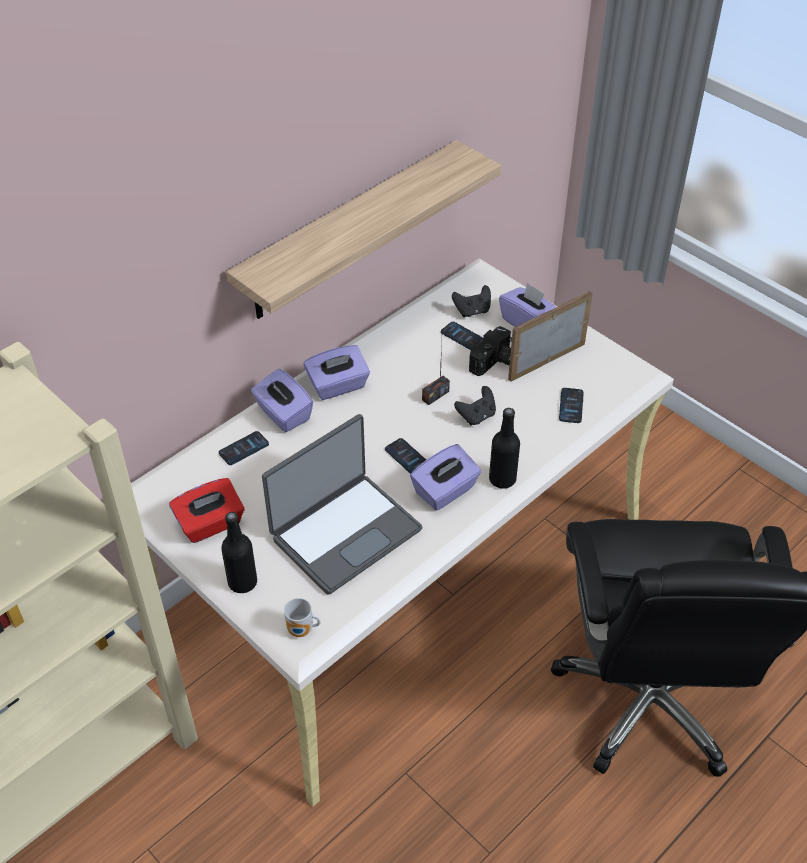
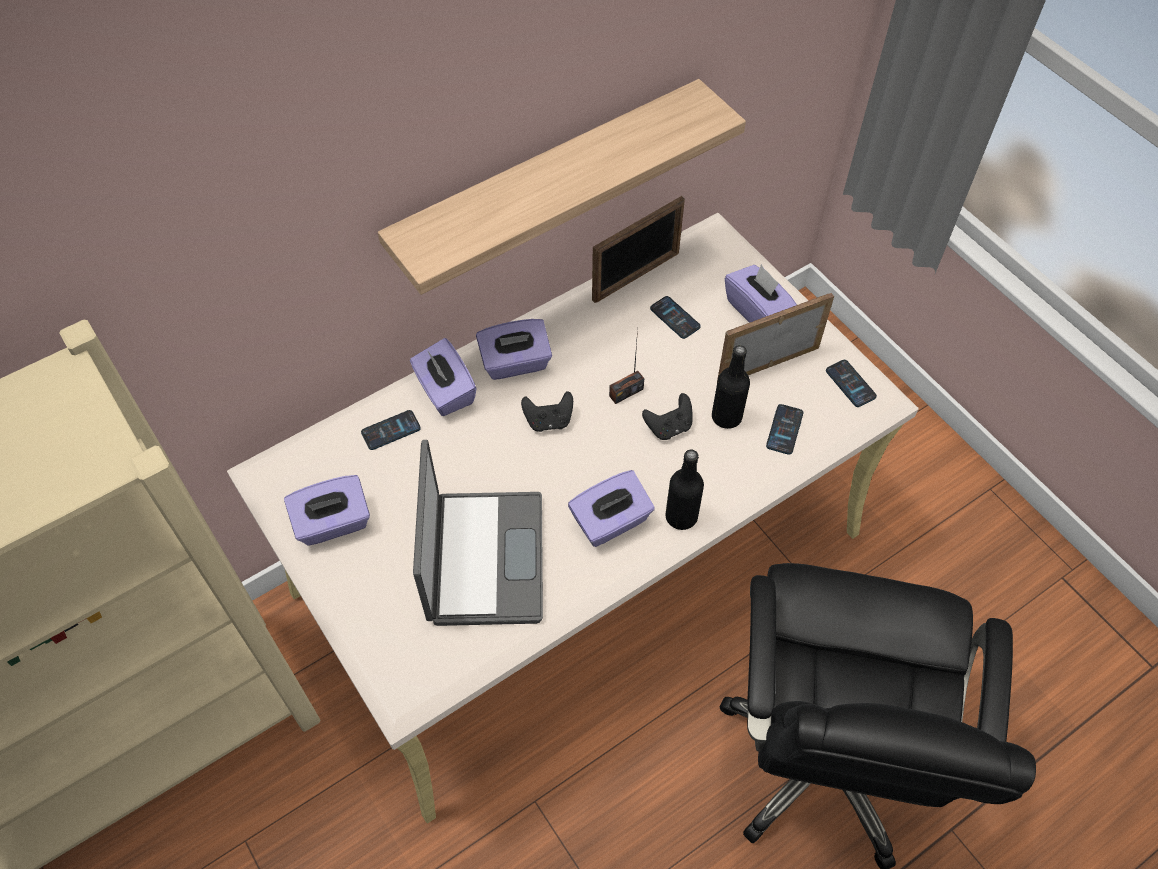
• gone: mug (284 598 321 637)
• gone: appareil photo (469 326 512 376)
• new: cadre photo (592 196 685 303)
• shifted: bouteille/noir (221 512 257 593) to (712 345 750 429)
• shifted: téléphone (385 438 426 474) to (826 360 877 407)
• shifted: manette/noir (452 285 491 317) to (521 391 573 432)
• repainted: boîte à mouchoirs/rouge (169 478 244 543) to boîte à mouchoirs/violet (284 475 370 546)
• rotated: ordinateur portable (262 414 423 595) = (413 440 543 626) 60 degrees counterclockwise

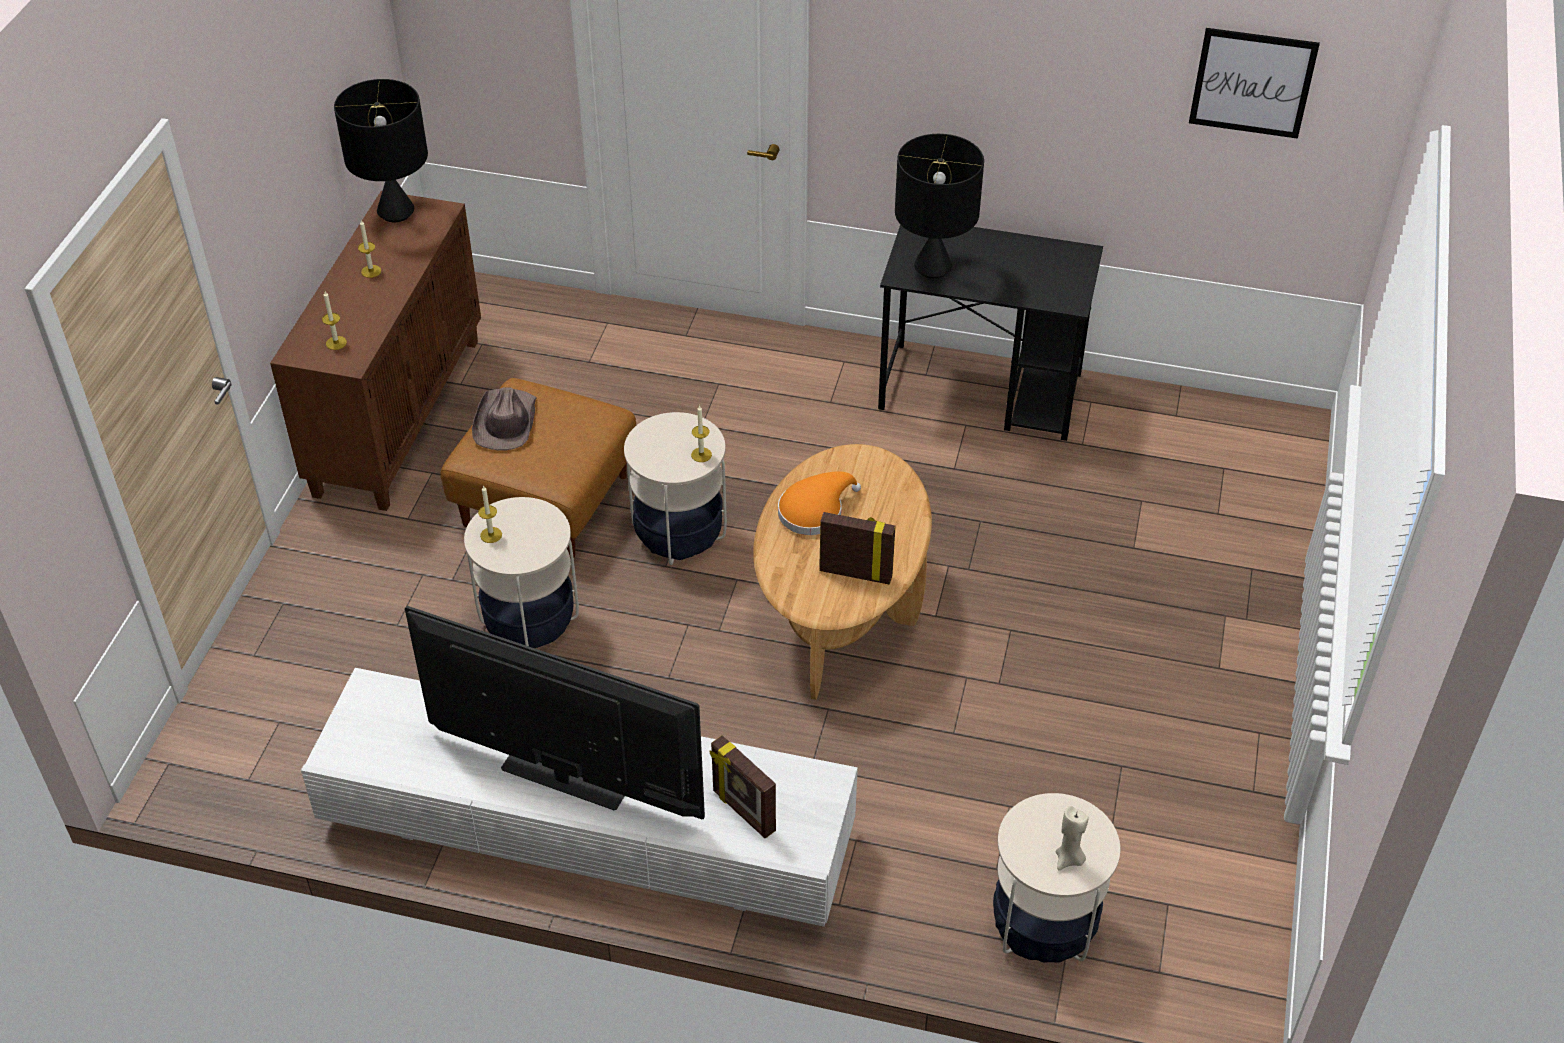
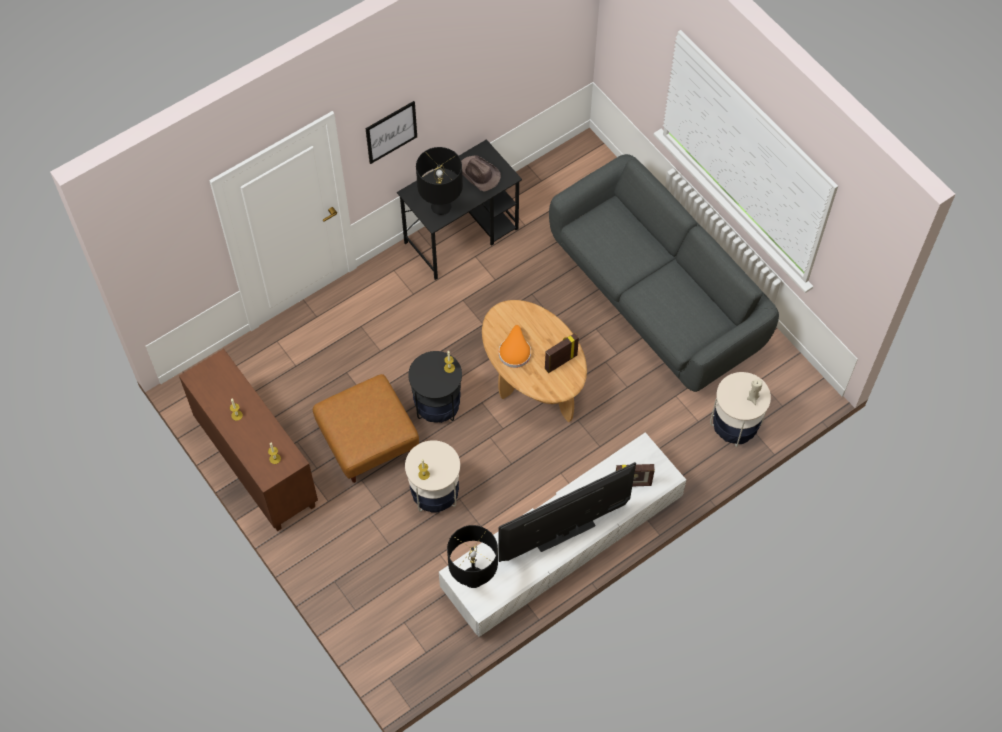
• new: canapé/gris (549 154 779 392)
• shifted: lampe de table/noir (334 79 428 222) to (447 525 498 588)
• shifted: chapeau/marron (472 387 537 451) to (461 156 501 192)
• shifted: tableau (1189 28 1320 139) to (365 101 417 164)
• repainted: table d'appoint/beige (624 412 727 565) to table d'appoint/noir (408 351 462 423)

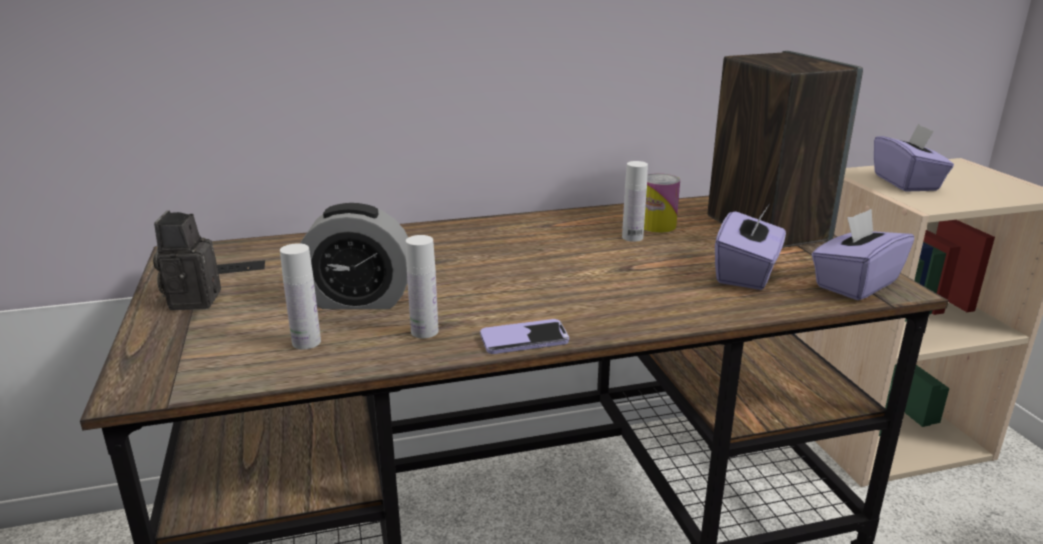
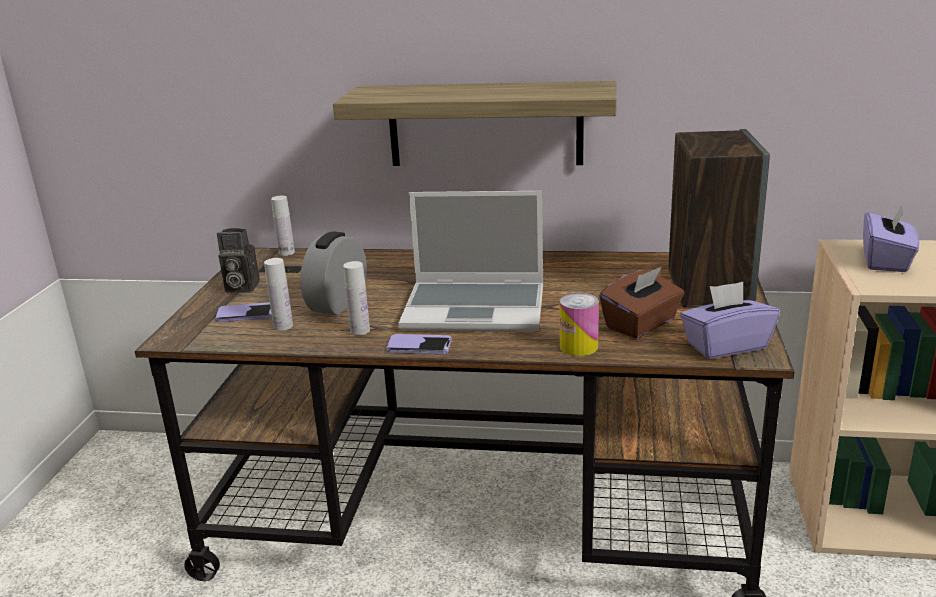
• new: téléphone (215 302 272 322)
• new: étagère (333 81 617 166)
• new: ordinateur portable (398 191 543 332)
• shifted: bouteille/blanc (622 161 648 242) to (271 196 295 256)
• shifted: boîte métallique (644 173 680 233) to (560 293 599 356)
• repainted: boîte à mouchoirs/violet (715 204 786 290) to boîte à mouchoirs/marron (599 267 684 339)
• rotated: appareil photo (153 210 221 310) = (217 228 260 292) 105 degrees counterclockwise
• rotated: réveil (300 203 408 309) = (300 231 367 315) 90 degrees clockwise

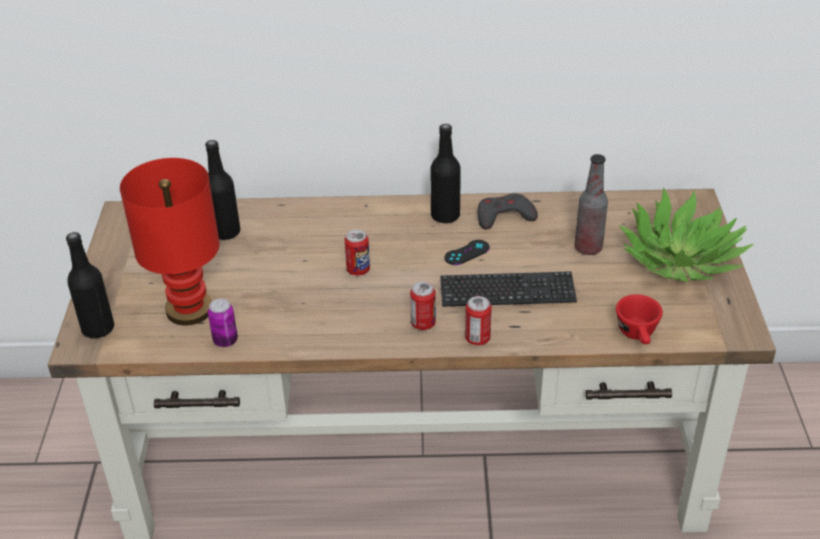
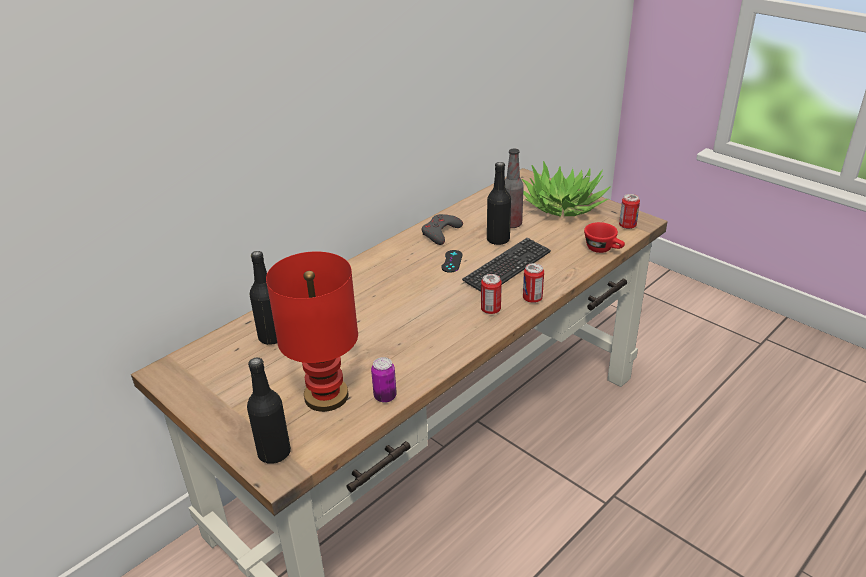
• shifted: boîte métallique (345 230 370 276) to (619 194 640 229)
• shifted: bouteille/noir (431 124 461 223) to (487 162 511 245)

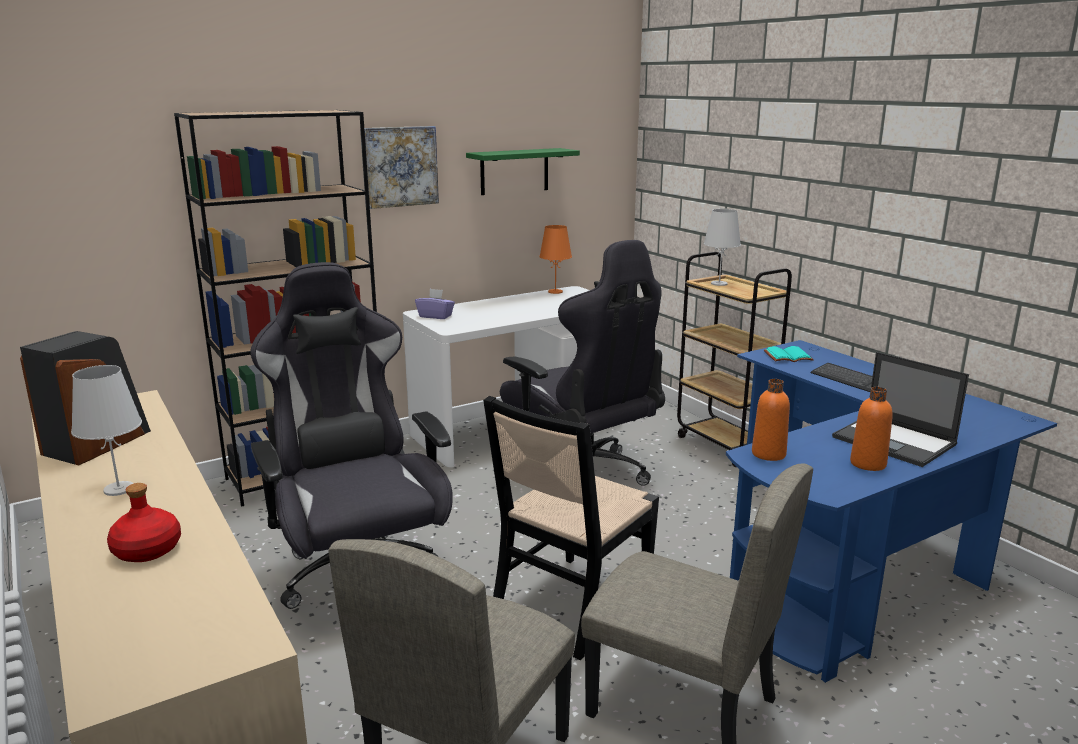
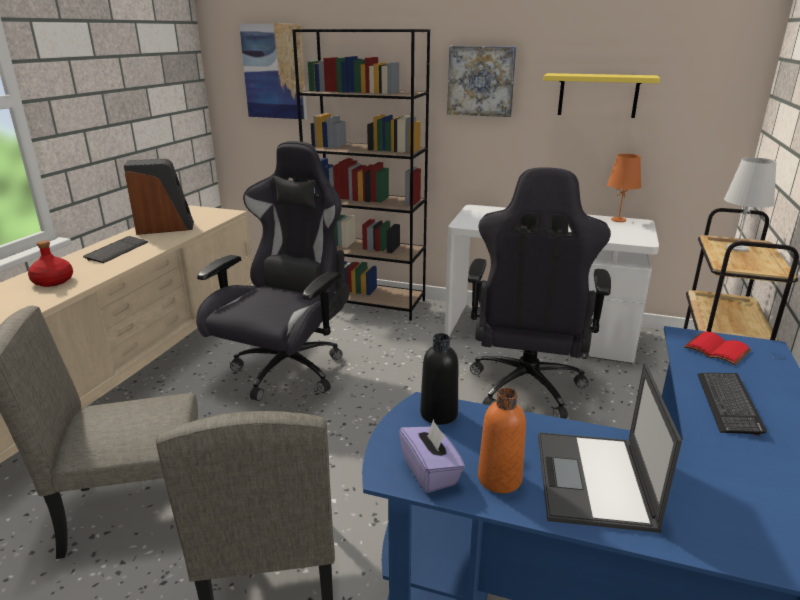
• gone: chaise (483 396 659 660)
• new: tableau (239 24 307 119)
• shifted: boîte à mouchoirs/violet (415 289 455 319) to (399 419 465 493)
• swapped: lampe de table/blanc (71 365 142 496) to clavier (83 236 148 263)
• repainted: étagère/vert (466 148 580 195) to étagère/jaune (543 73 660 118)
• repainted: bouteille/orange (752 379 790 461) to bouteille/noir (420 333 458 425)
• repainted: livre/turquoise (764 346 814 362) to livre/rouge (684 331 751 365)

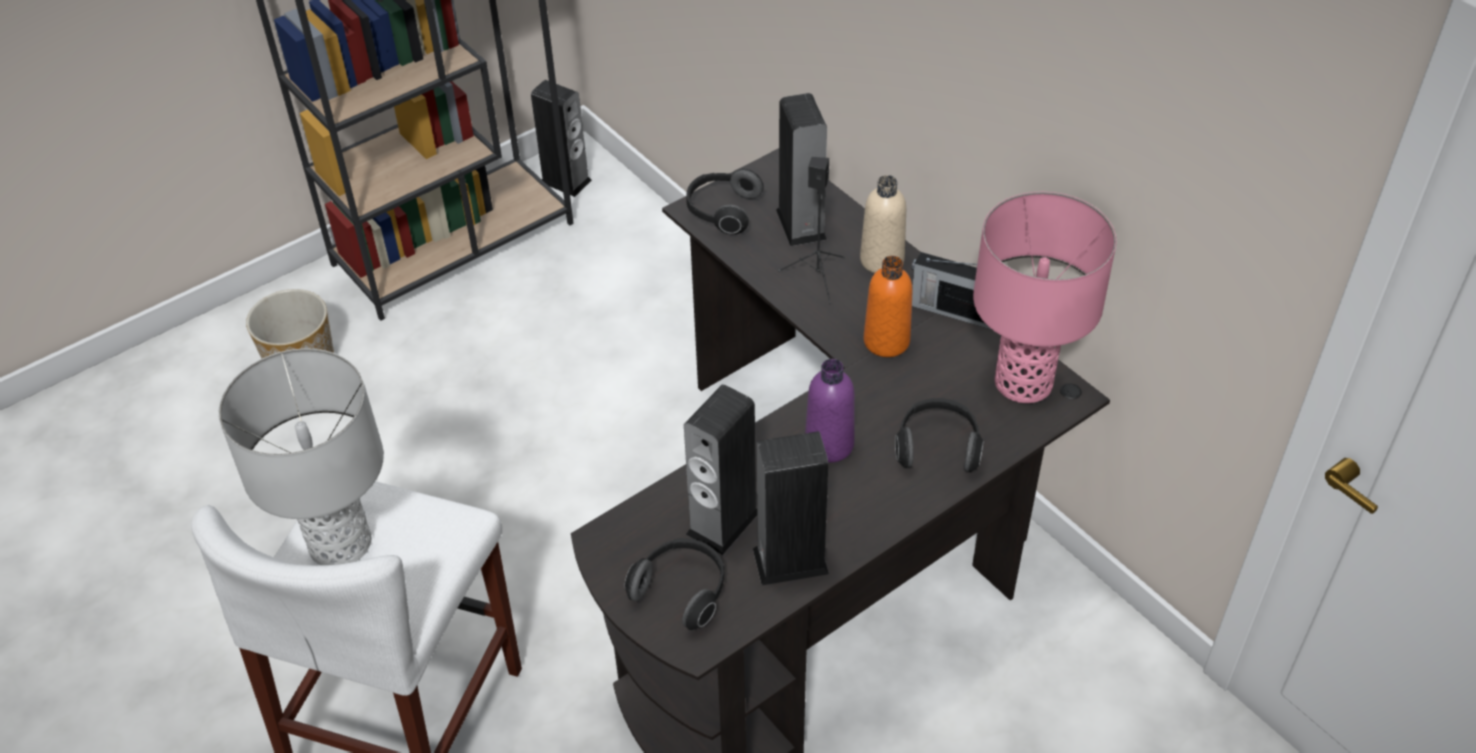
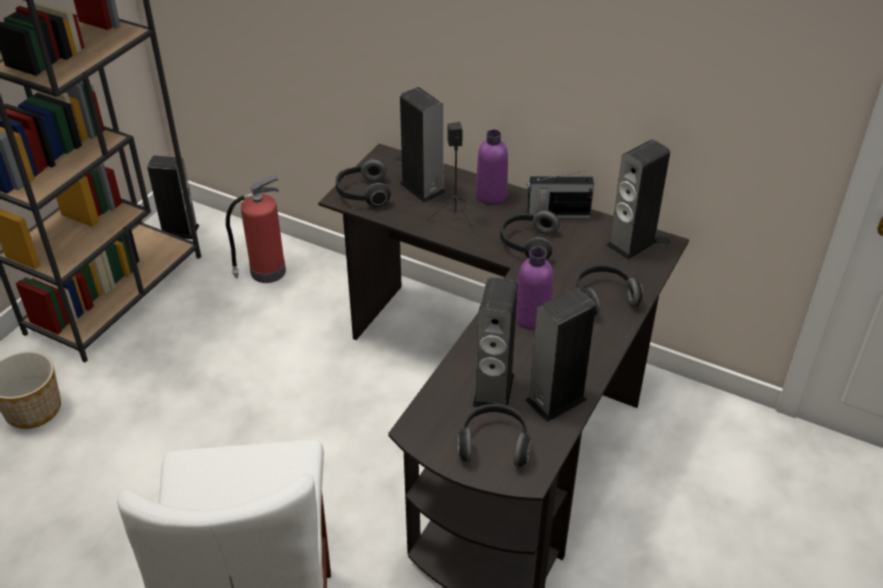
• gone: lampe de table/blanc (219 348 384 565)
• new: extincteur (226 175 286 283)
• swapped: bouteille/orange (864 256 913 357) to casque audio (500 210 560 259)
• swapped: lampe de table/rose (973 192 1116 403) to enceinte (606 139 670 260)
• repainted: bouteille/beige (860 175 906 273) to bouteille/violet (475 130 508 205)

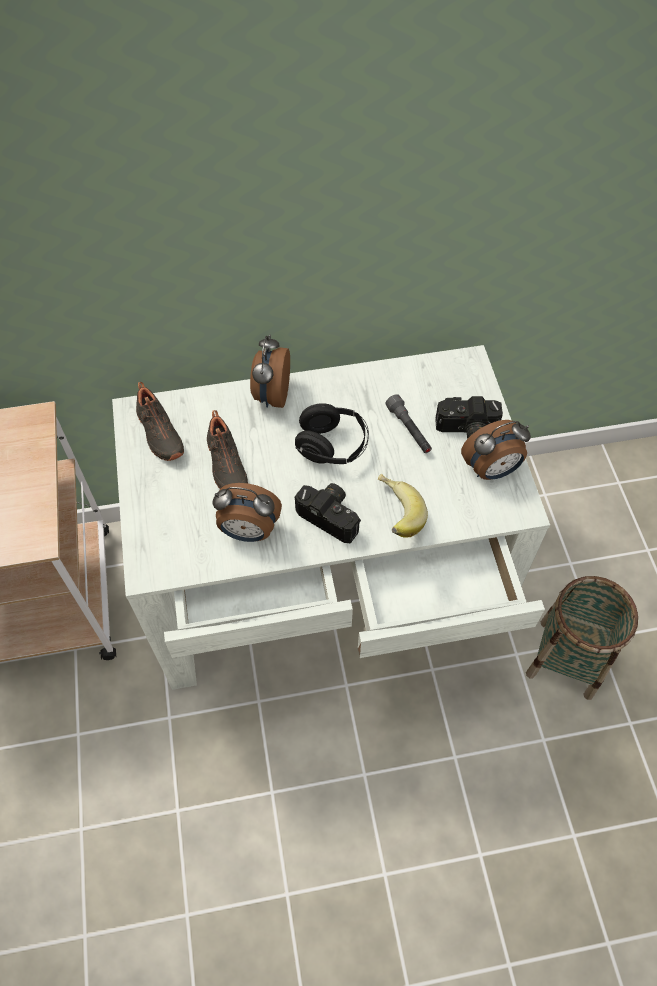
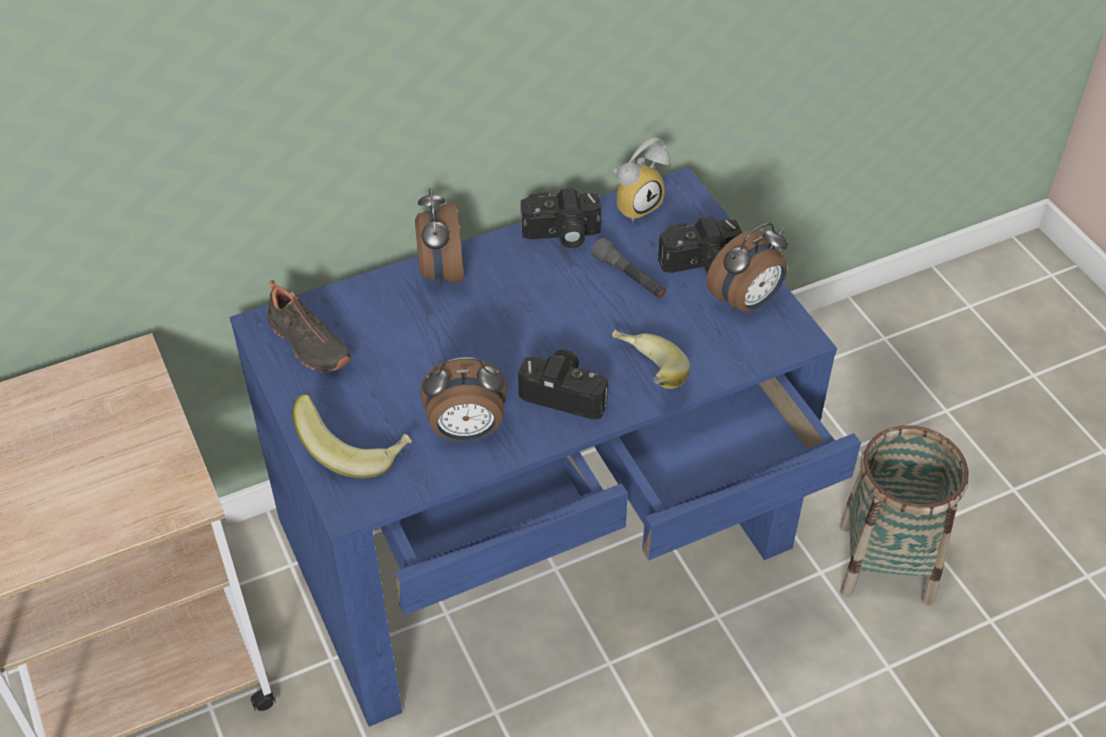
• gone: chaussure/noir (207 410 248 488)
• gone: casque audio/noir (295 403 369 464)
• new: banane (292 394 412 478)
• new: appareil photo (520 188 601 248)
• new: réveil (613 137 670 221)
• repainted: bureau/blanc (112 345 550 690) to bureau/bleu (230 167 861 727)

